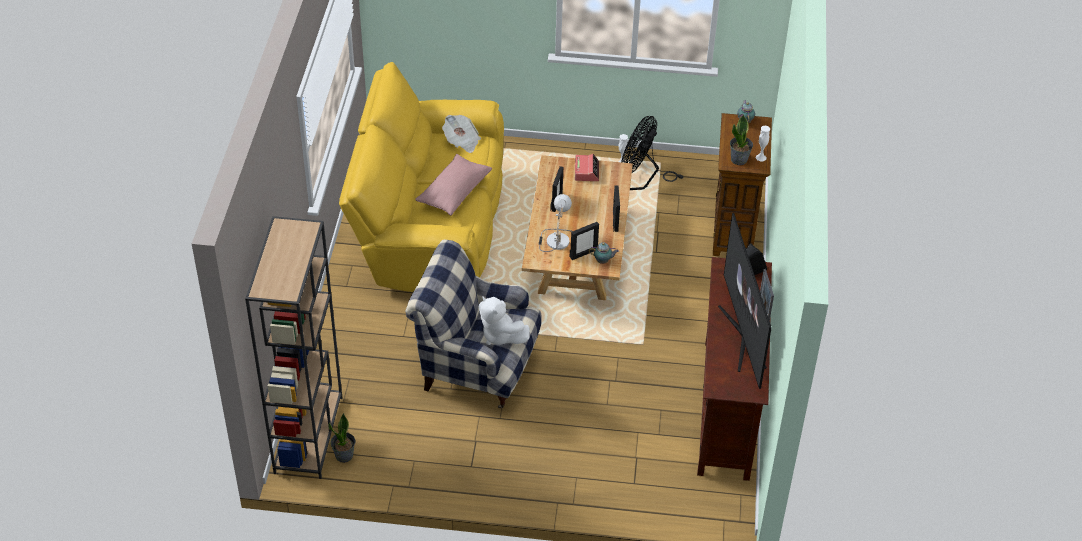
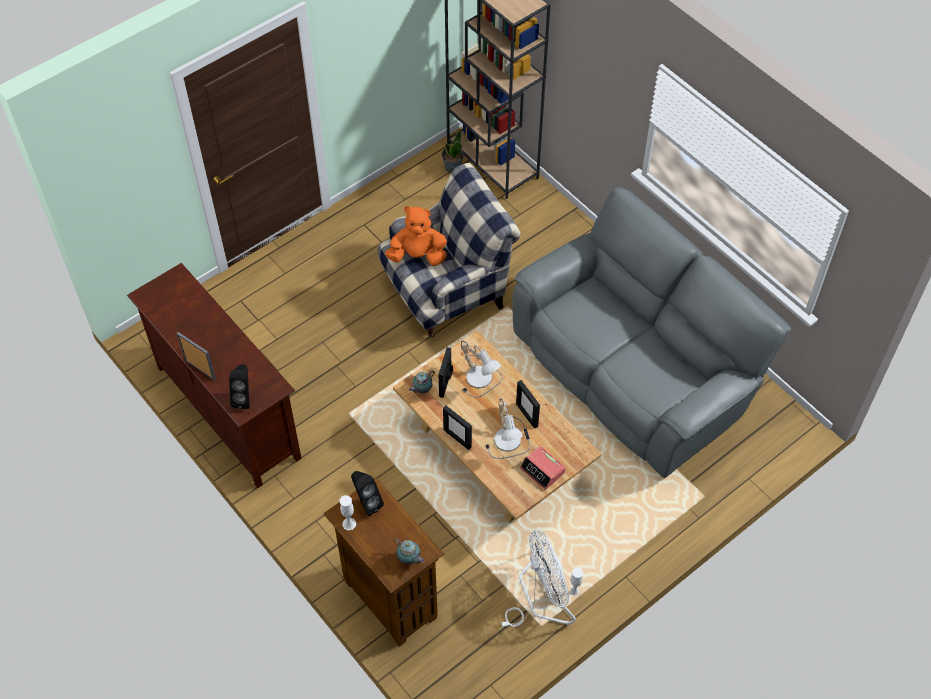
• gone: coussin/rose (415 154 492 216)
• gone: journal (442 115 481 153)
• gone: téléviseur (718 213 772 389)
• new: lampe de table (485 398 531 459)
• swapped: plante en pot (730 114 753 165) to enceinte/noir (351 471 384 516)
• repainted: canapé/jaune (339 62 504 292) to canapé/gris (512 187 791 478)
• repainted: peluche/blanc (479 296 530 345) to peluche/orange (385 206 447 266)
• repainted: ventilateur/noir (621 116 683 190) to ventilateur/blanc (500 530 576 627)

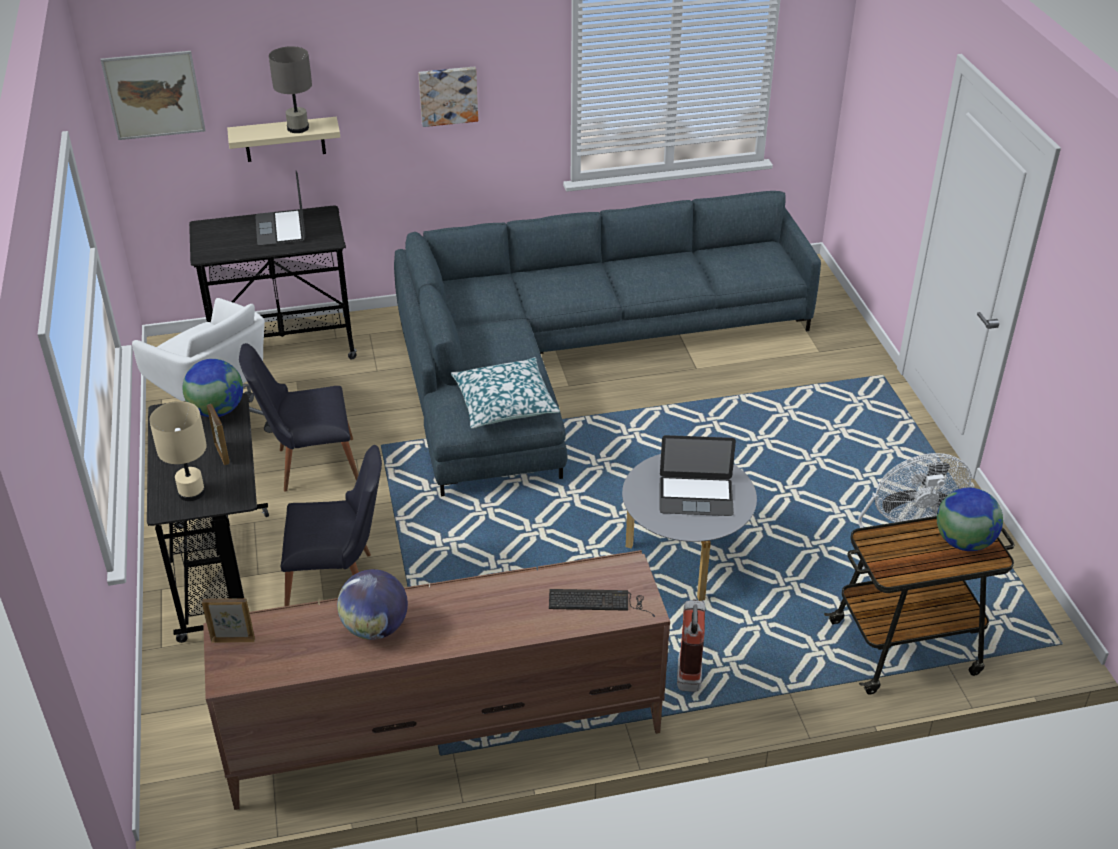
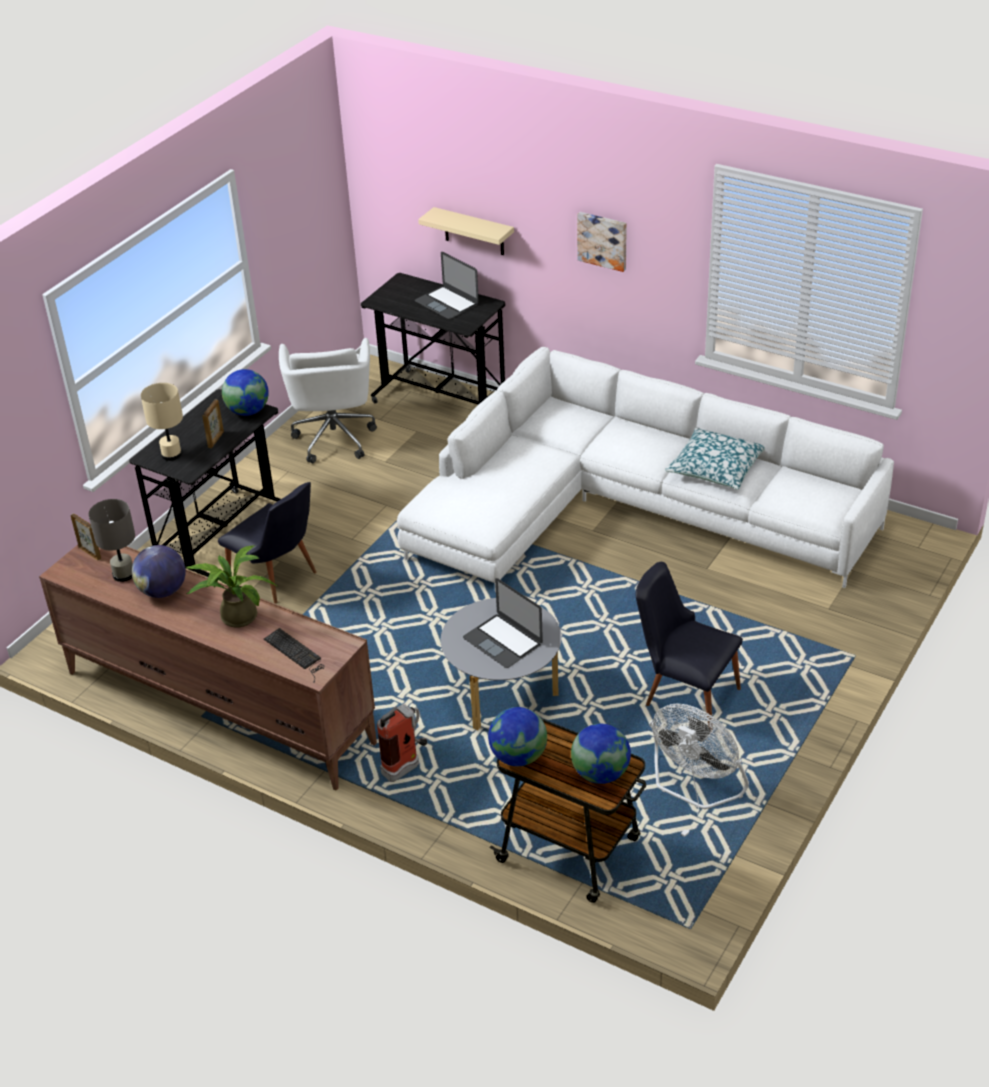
• gone: tableau (100 51 206 140)
• new: plante en pot (186 545 278 628)
• new: globe (488 707 547 766)
• shifted: chaise/noir (239 343 358 492) to (636 562 743 732)
• shifted: lampe de table/gris (269 46 312 133) to (89 499 135 582)
• shifted: coussin (451 357 560 429) to (665 428 765 490)
• repainted: canapé/bleu (394 191 821 496) to canapé/blanc (397 347 894 593)
• rotated: ordinateur portable (255 170 306 246) = (415 252 479 319) 75 degrees counterclockwise

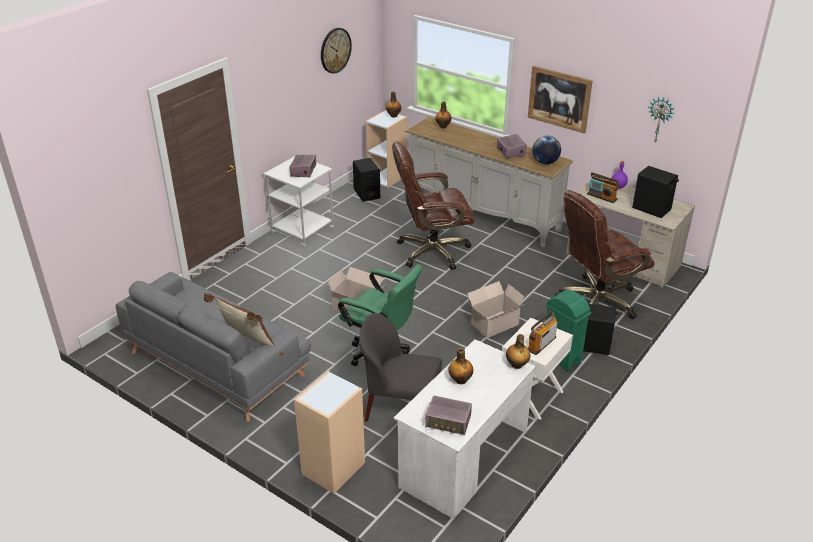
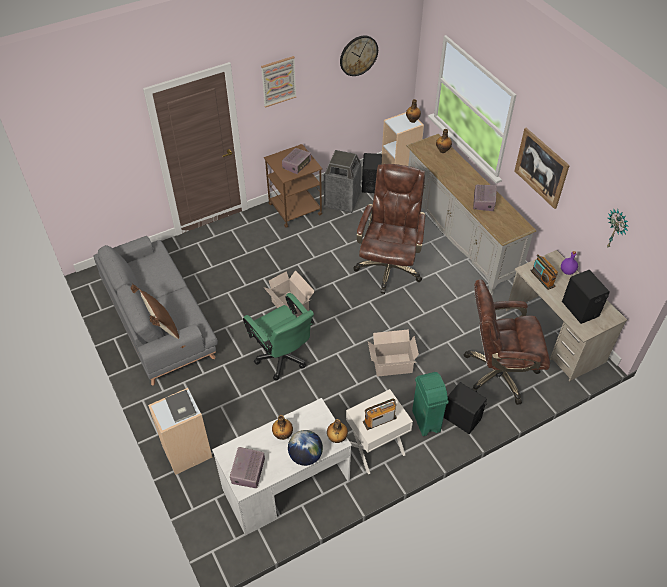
• gone: chaise/gris (359 313 442 421)
• new: livre/gris (165 390 196 423)
• new: tableau (261 56 296 108)
• new: poubelle (324 150 361 213)
• shifted: globe (532 136 561 164) to (288 430 323 466)
• repainted: chariot/blanc (264 156 334 247) to chariot/marron (264 144 322 228)
• rotated: chaise de bureau/marron (392 141 475 270) = (353 164 425 294) 90 degrees clockwise
• rotated: radio (425 396 472 435) = (230 447 265 488) 60 degrees clockwise

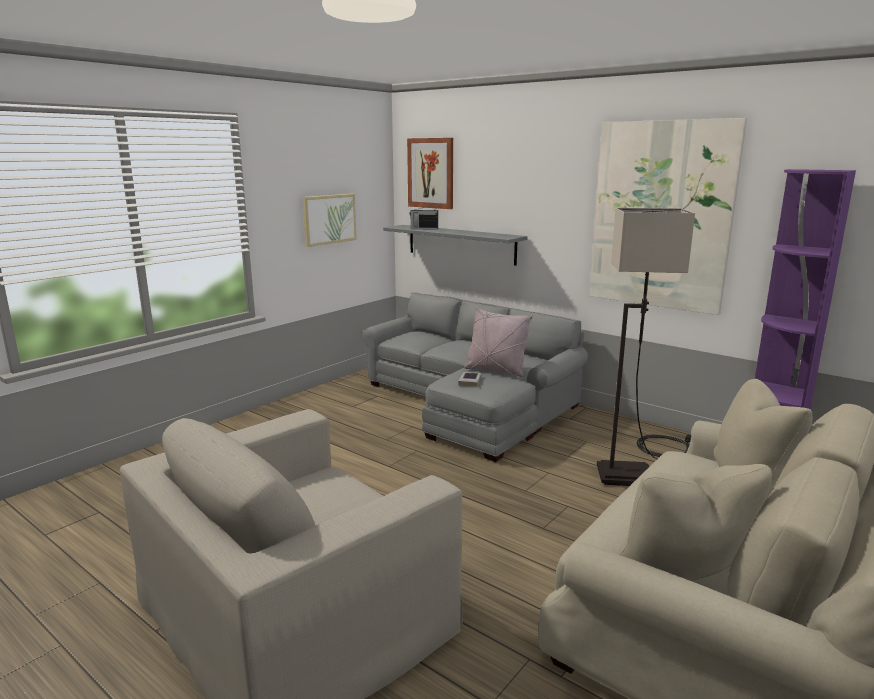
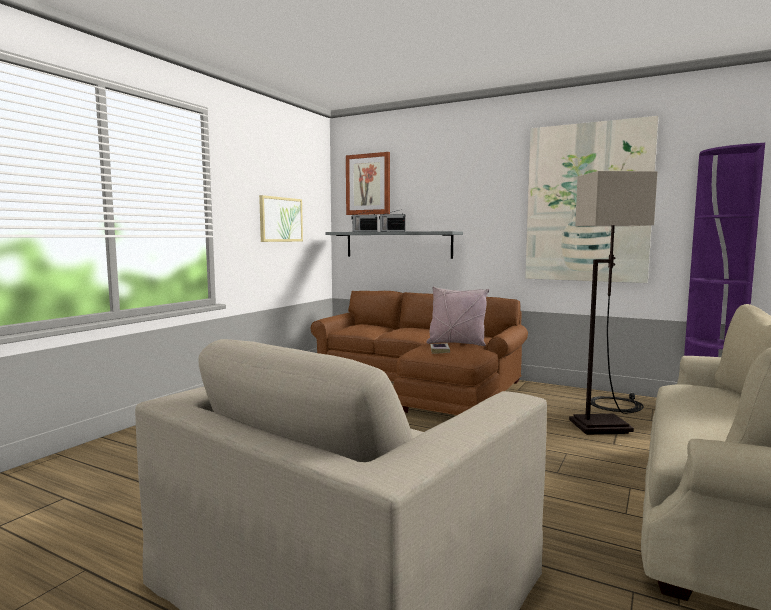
• new: radio (379 209 405 232)
• repainted: canapé/gris (361 293 588 462) to canapé/marron (311 291 528 415)

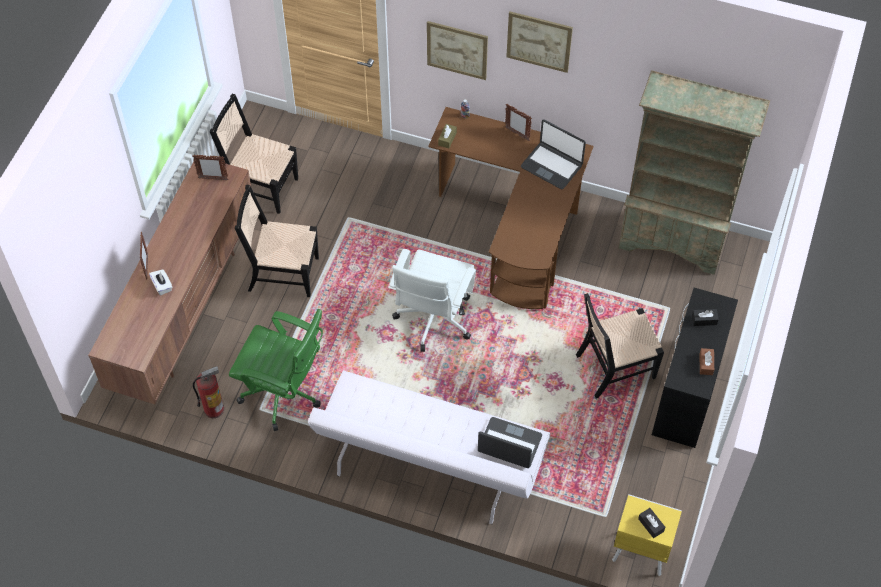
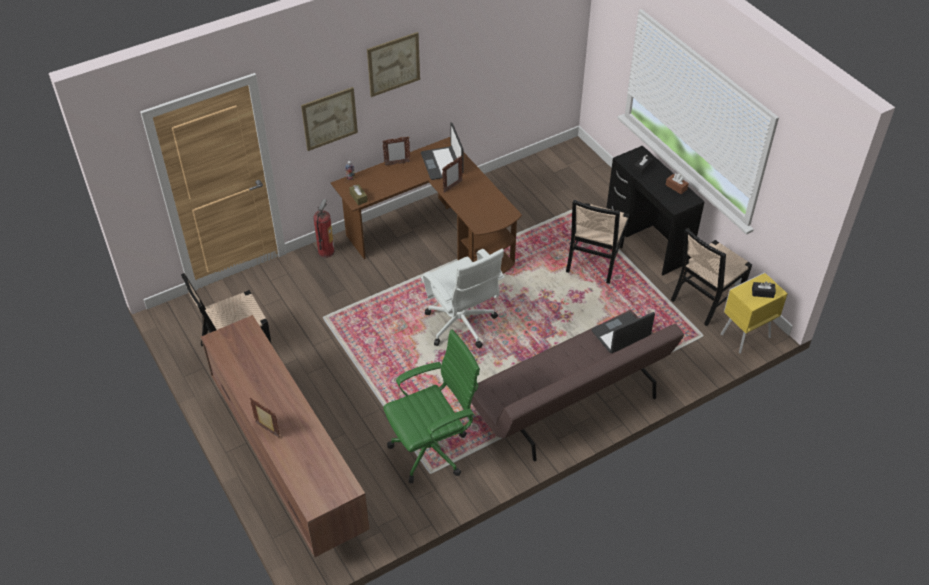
• gone: boîte à mouchoirs/blanc (149 269 172 295)
• gone: bibliothèque/vert (619 70 770 275)
• shifted: cadre photo (192 155 229 181) to (442 155 463 193)
• shifted: extincteur (193 366 224 418) to (313 199 335 258)
• shifted: chaise (235 185 319 297) to (671 228 752 326)
• repainted: canapé/blanc (308 370 551 524) to canapé/marron (471 310 684 462)
• rotated: ordinateur portable (521 119 586 190) = (421 122 464 180) 90 degrees clockwise

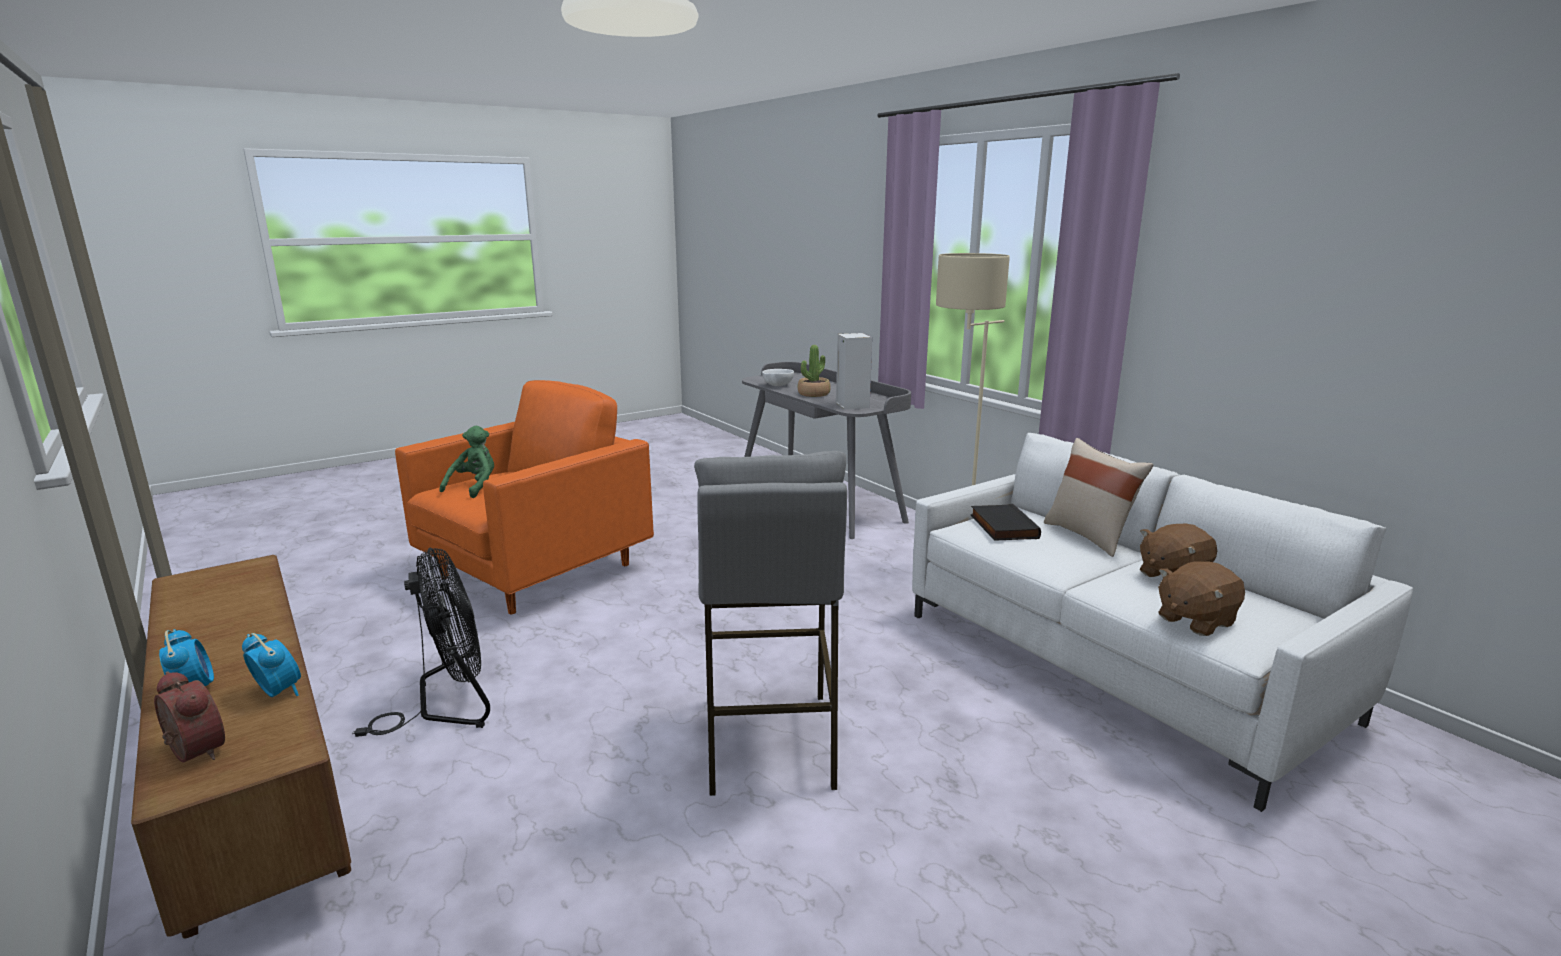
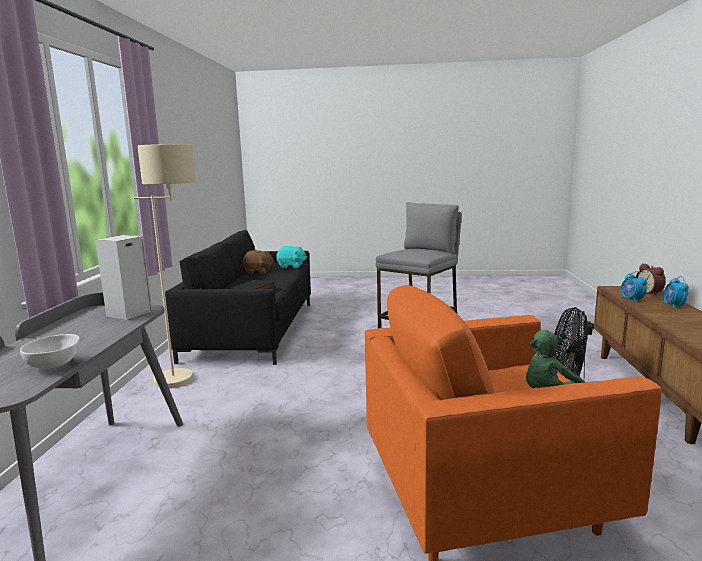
• gone: plante en pot (798 345 831 397)
• gone: coussin/beige (1044 438 1153 557)
• repainted: canapé/blanc (912 433 1413 812) to canapé/noir (165 230 311 365)
• repainted: peluche/marron (1158 562 1245 636) to peluche/turquoise (277 246 307 268)

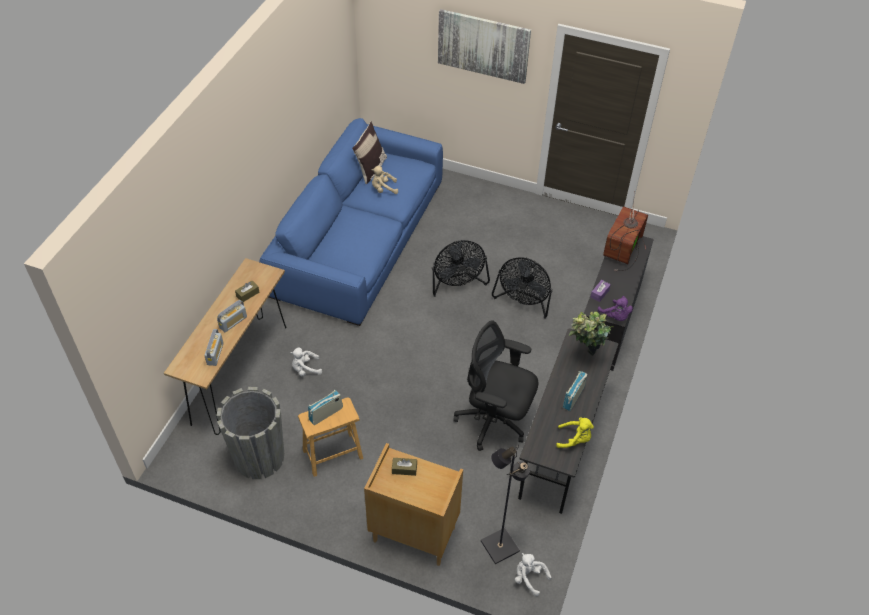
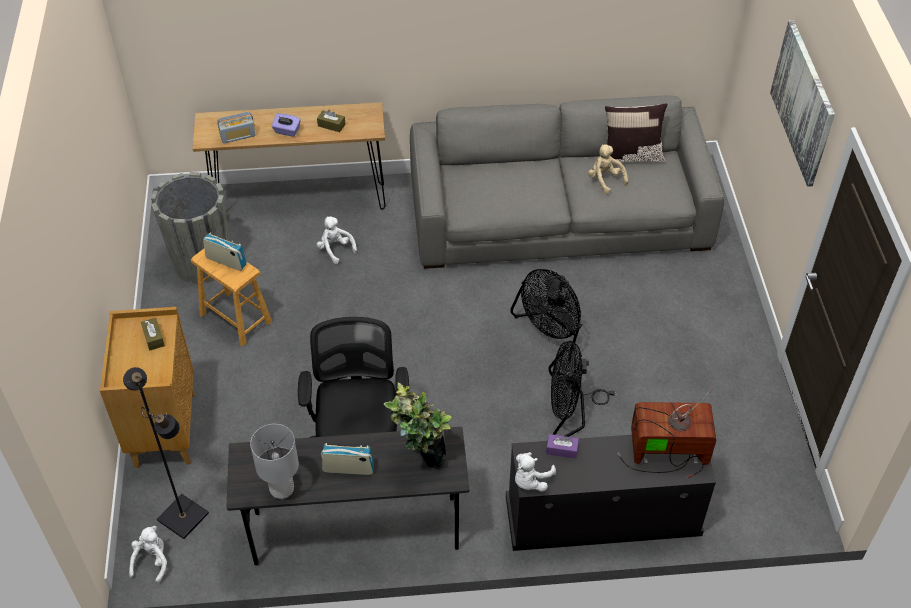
• swapped: radio (217 300 247 332) to boîte à mouchoirs/violet (271 113 301 137)
• swapped: peluche/jaune (556 417 594 448) to lampe de table/gris (250 424 299 499)
• repainted: canapé/bleu (259 118 443 326) to canapé/gris (410 95 724 269)
• repainted: peluche/violet (598 296 633 321) to peluche/blanc (515 452 556 492)

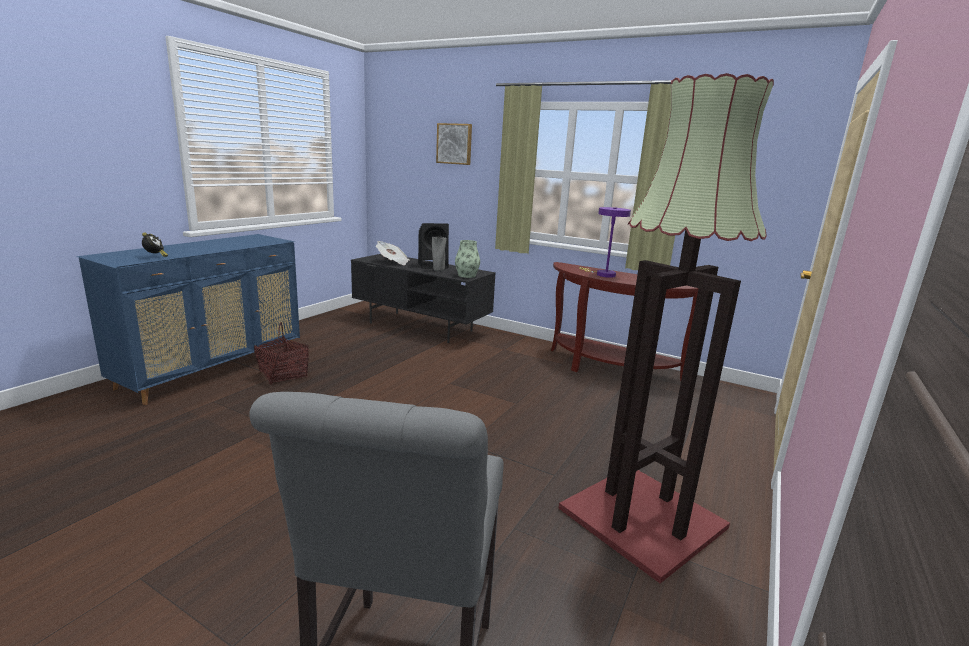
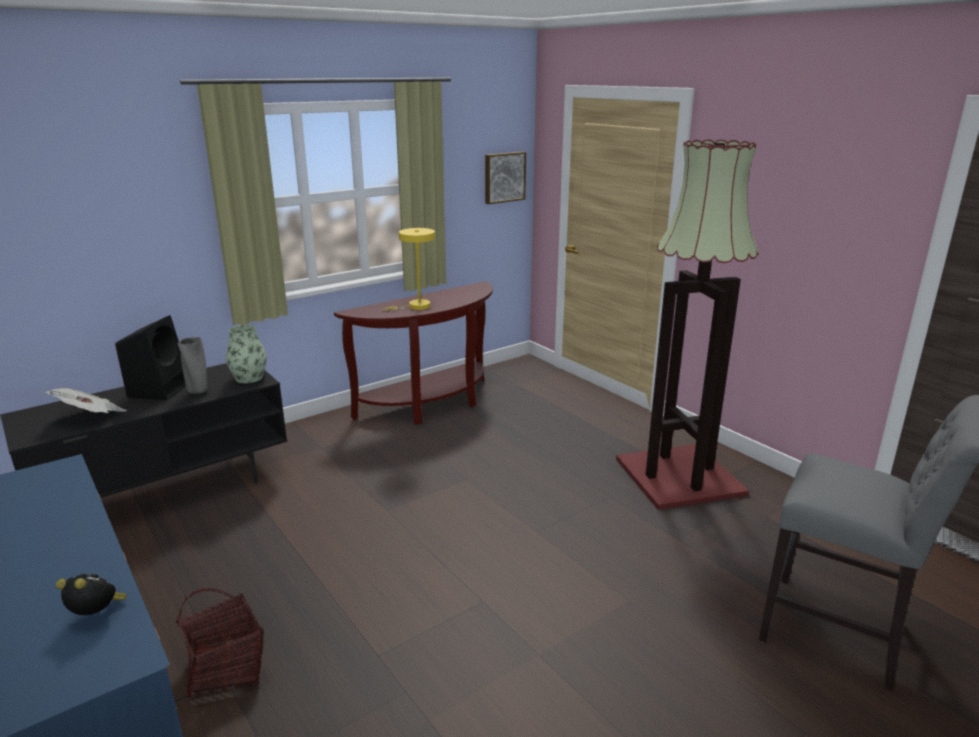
• shifted: tableau (436 123 472 165) to (485 152 526 204)
• repainted: lampe de table/violet (579 207 631 278) to lampe de table/jaune (381 228 435 310)

